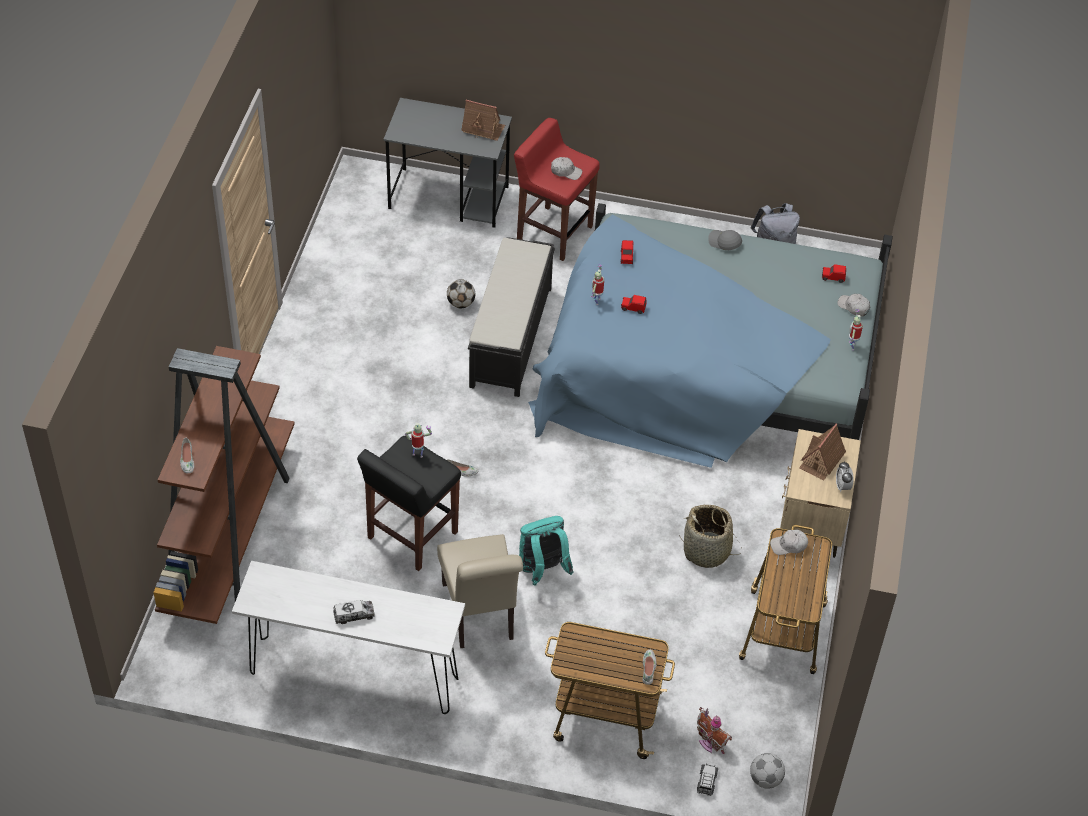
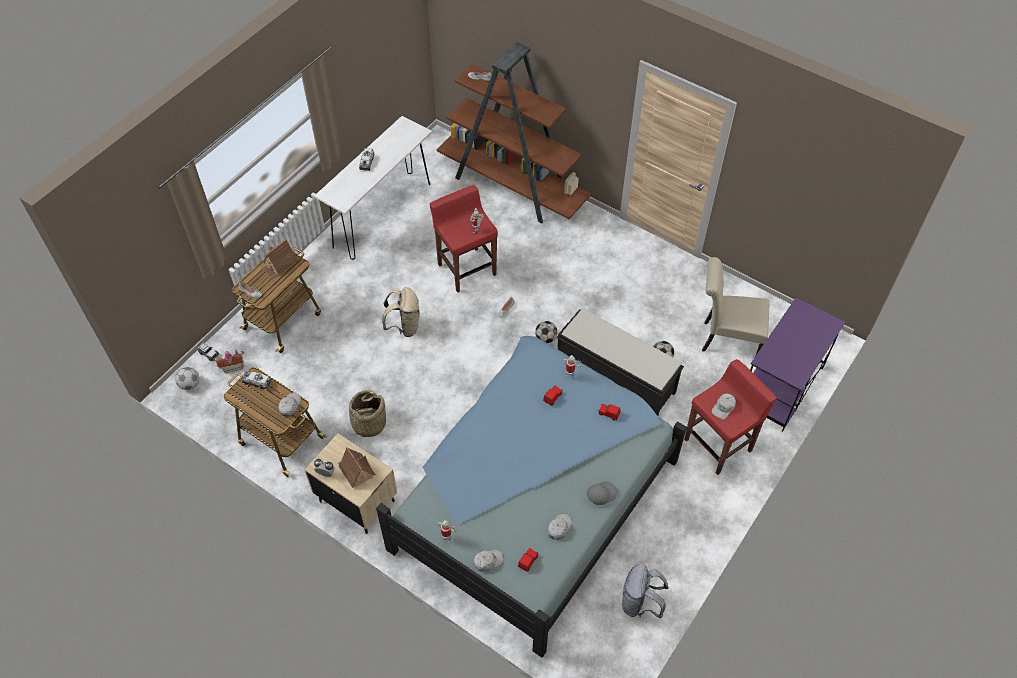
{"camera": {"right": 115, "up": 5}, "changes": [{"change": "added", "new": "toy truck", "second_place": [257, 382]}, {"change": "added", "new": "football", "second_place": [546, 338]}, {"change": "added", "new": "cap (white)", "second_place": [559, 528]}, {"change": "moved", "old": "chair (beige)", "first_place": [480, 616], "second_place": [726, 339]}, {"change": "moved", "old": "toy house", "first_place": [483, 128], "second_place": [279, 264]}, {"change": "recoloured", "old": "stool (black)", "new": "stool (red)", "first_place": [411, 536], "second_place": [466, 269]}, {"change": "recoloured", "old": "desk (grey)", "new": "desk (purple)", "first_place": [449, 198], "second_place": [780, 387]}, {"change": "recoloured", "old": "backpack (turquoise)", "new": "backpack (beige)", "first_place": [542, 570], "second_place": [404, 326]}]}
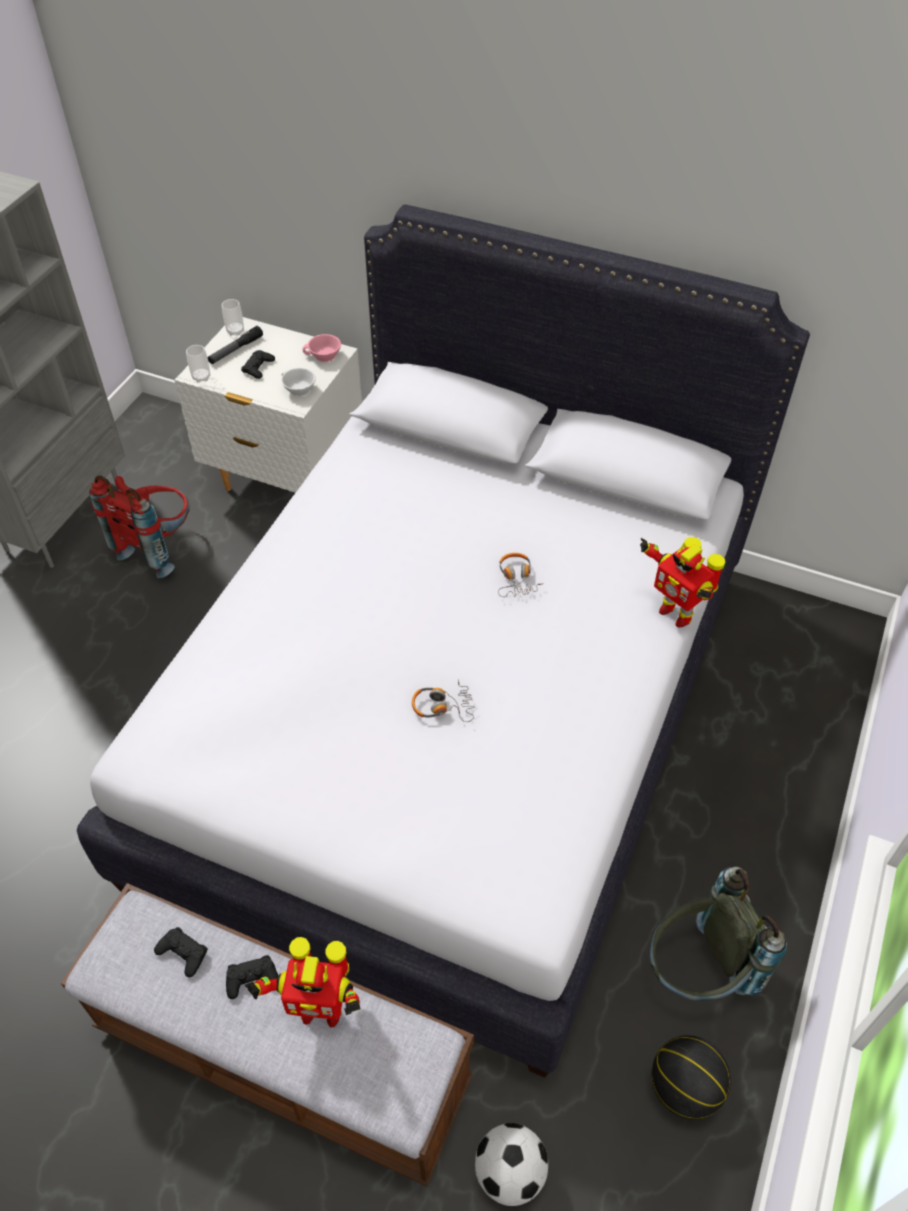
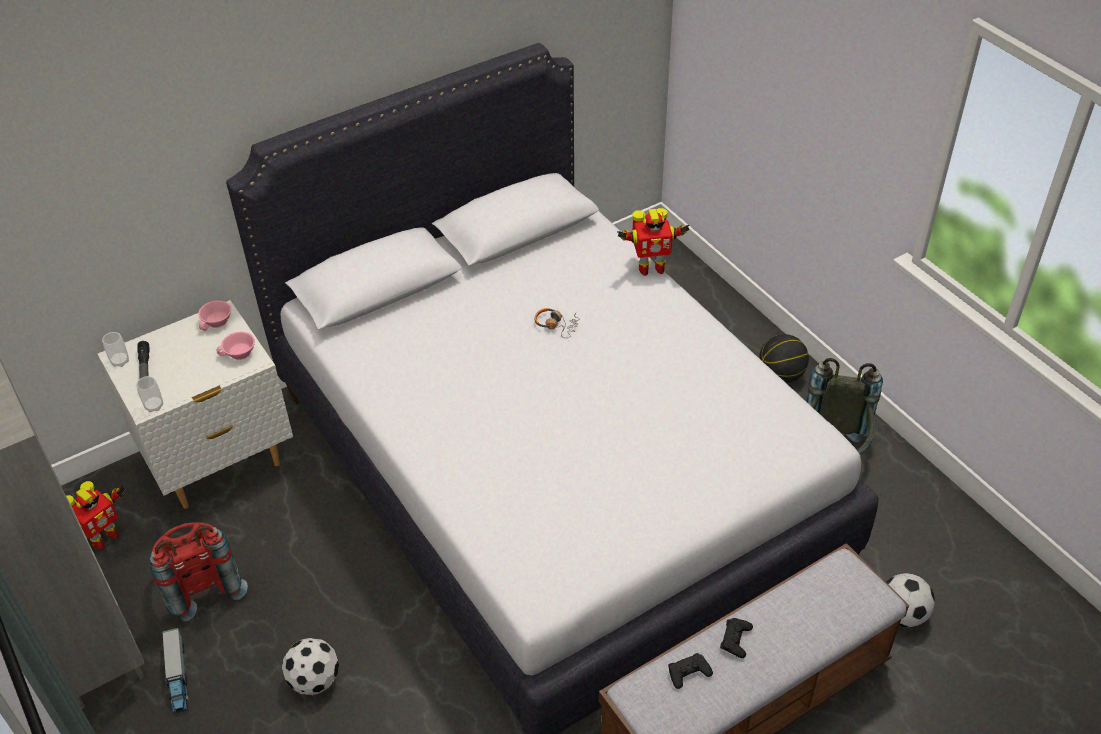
{"camera": {"right": -55, "up": -5}, "changes": [{"change": "removed", "old": "game controller (black)", "first_place": [258, 367]}, {"change": "removed", "old": "headphones", "first_place": [442, 706]}, {"change": "added", "new": "toy truck", "second_place": [178, 676]}, {"change": "added", "new": "football", "second_place": [314, 680]}, {"change": "moved", "old": "toy robot", "first_place": [320, 1009], "second_place": [103, 538]}, {"change": "moved", "old": "basketball", "first_place": [684, 1088], "second_place": [781, 375]}, {"change": "recoloured", "old": "cup (white)", "new": "cup (pink)", "first_place": [298, 390], "second_place": [239, 354]}]}
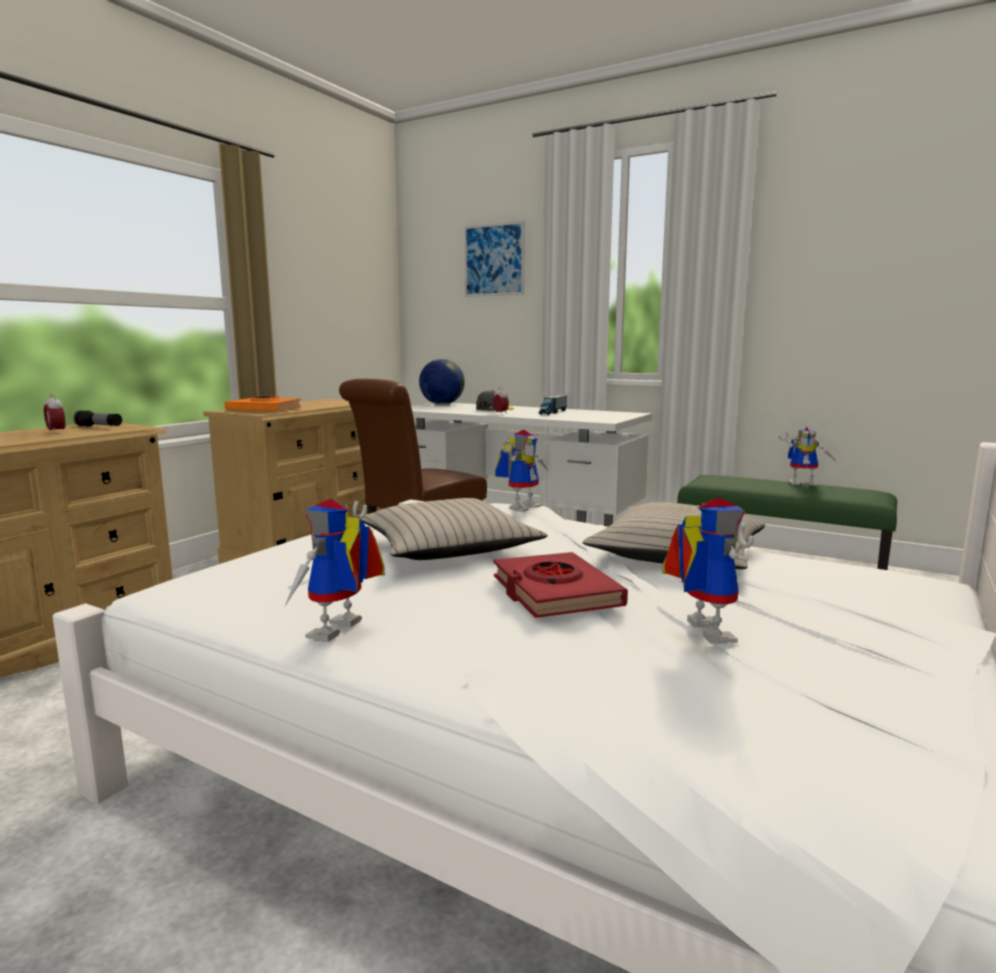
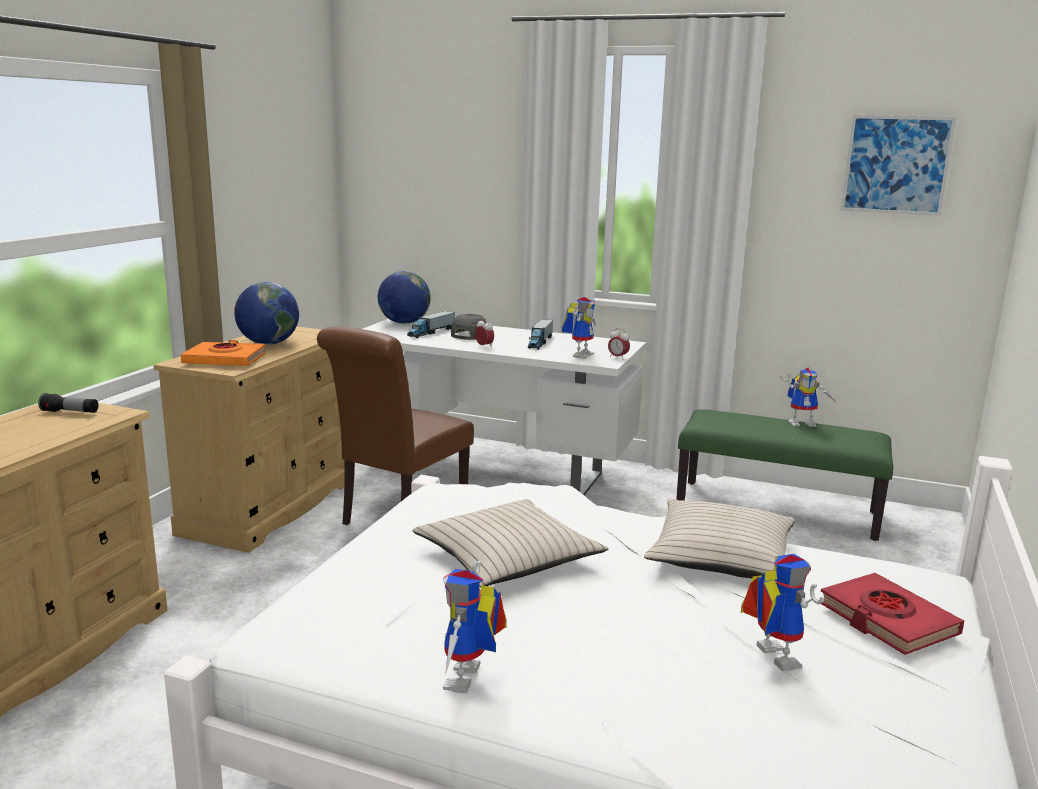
{"camera": {"right": -10, "up": 5}, "changes": [{"change": "added", "new": "globe", "second_place": [268, 343]}, {"change": "added", "new": "toy truck", "second_place": [431, 332]}, {"change": "moved", "old": "alarm clock", "first_place": [56, 432], "second_place": [618, 357]}, {"change": "moved", "old": "picture", "first_place": [494, 260], "second_place": [896, 165]}, {"change": "moved", "old": "book (red)", "first_place": [555, 593], "second_place": [887, 620]}, {"change": "moved", "old": "toy robot", "first_place": [522, 506], "second_place": [580, 354]}]}
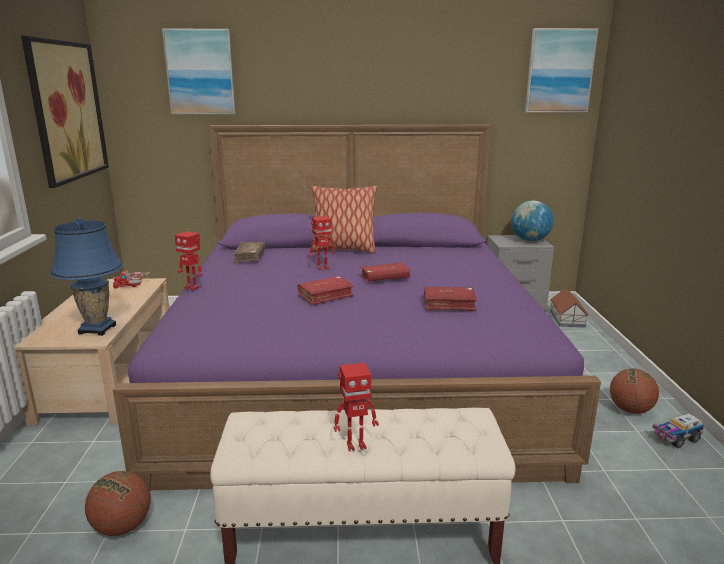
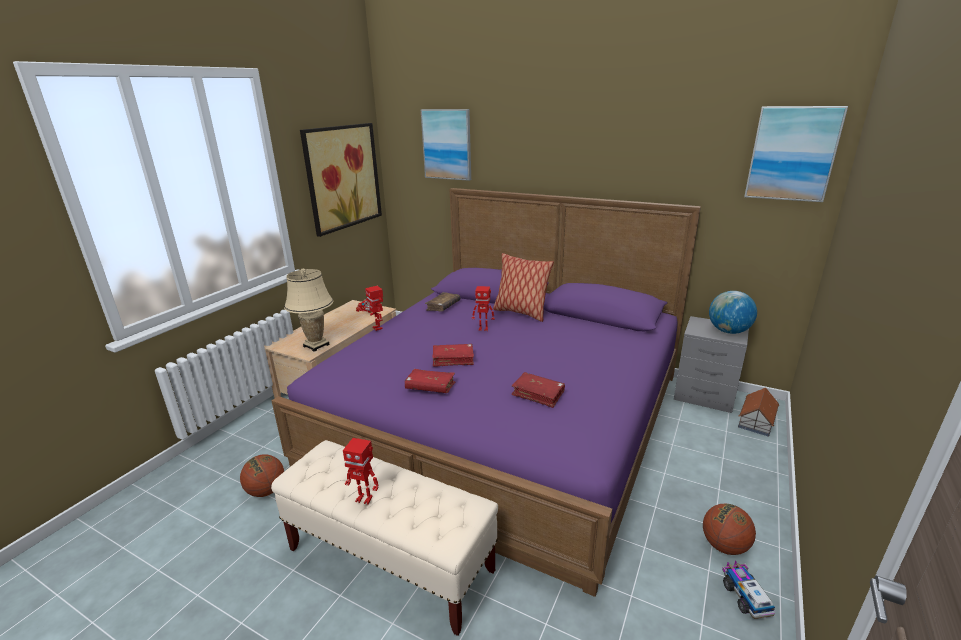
{"camera": {"right": 30, "up": 5}, "changes": [{"change": "moved", "old": "book (red)", "first_place": [384, 279], "second_place": [430, 387]}, {"change": "recoloured", "old": "table lamp (blue)", "new": "table lamp (beige)", "first_place": [97, 329], "second_place": [316, 345]}, {"change": "turned", "old": "toy truck", "first_place": [675, 438], "second_place": [744, 596], "degrees": 75}]}
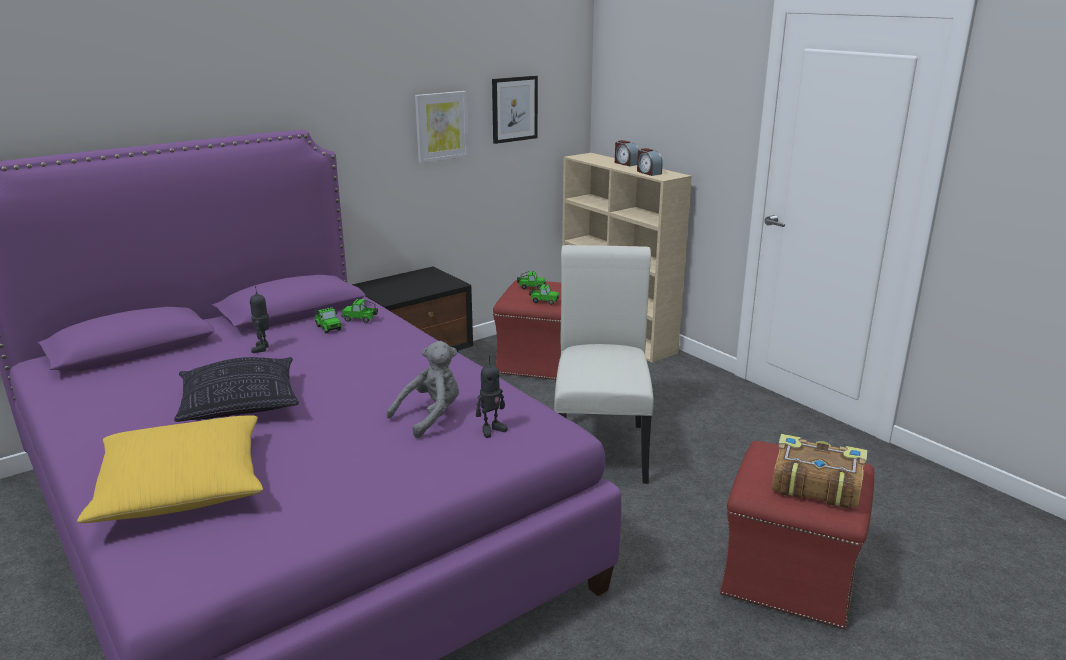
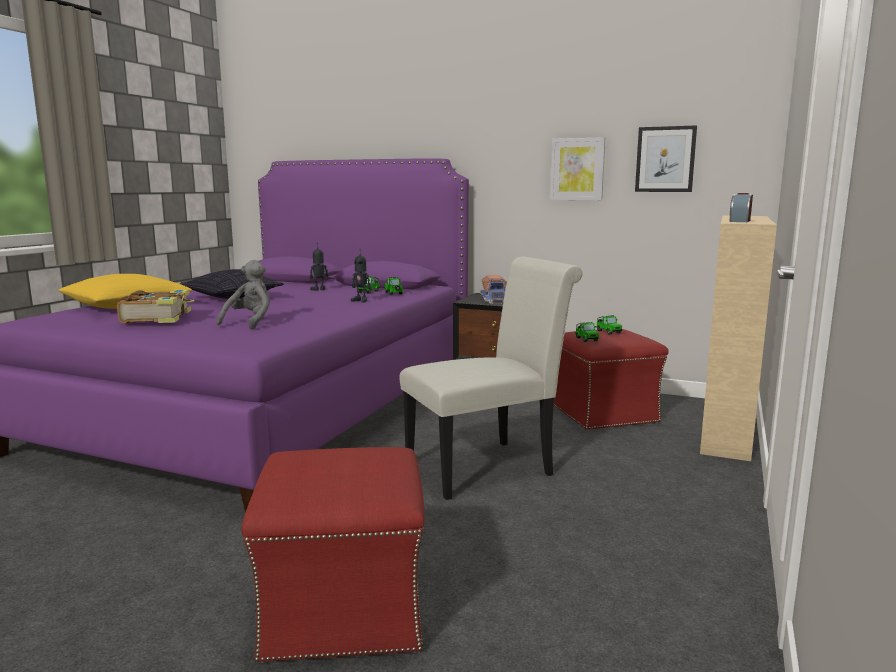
{"camera": {"right": 60, "up": -10}, "changes": [{"change": "removed", "old": "alarm clock", "first_place": [625, 163]}, {"change": "added", "new": "toy truck", "second_place": [495, 300]}, {"change": "moved", "old": "toy robot", "first_place": [491, 430], "second_place": [361, 300]}, {"change": "moved", "old": "book", "first_place": [815, 483], "second_place": [158, 317]}, {"change": "turned", "old": "plush toy (grey)", "first_place": [430, 417], "second_place": [250, 322], "degrees": -90}]}
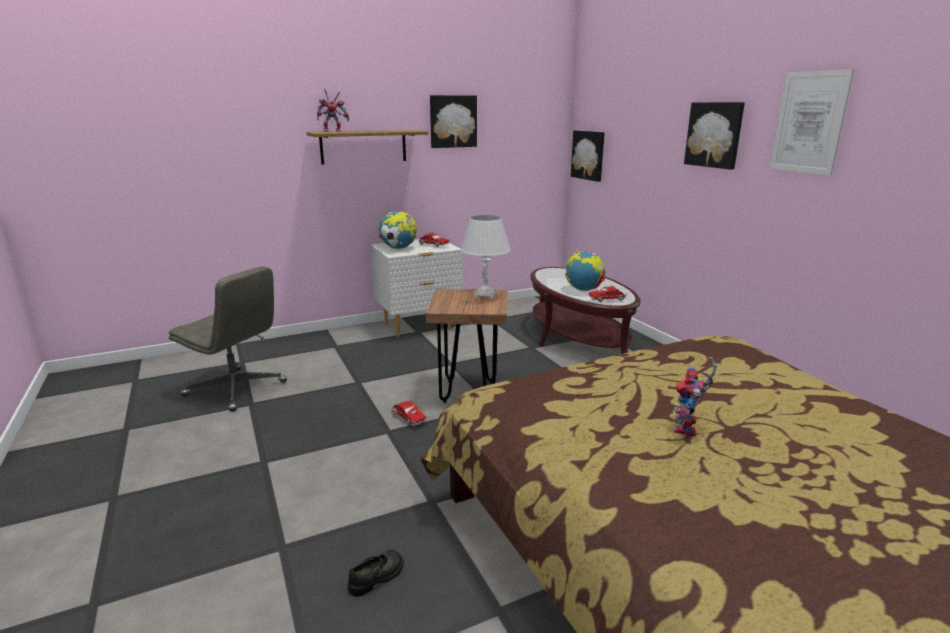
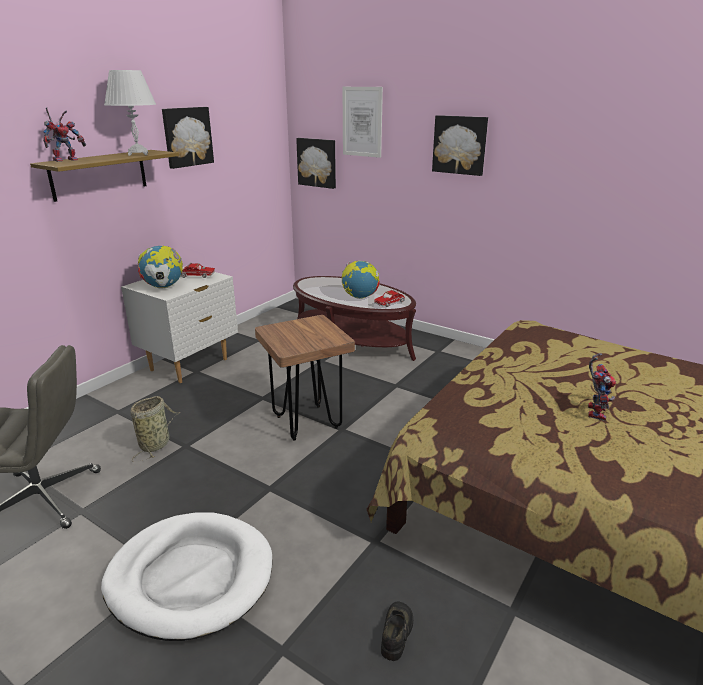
{"camera": {"right": -30, "up": 5}, "changes": [{"change": "removed", "old": "toy truck", "first_place": [407, 418]}, {"change": "added", "new": "dog bed (white)", "second_place": [191, 577]}, {"change": "added", "new": "basket", "second_place": [156, 444]}, {"change": "moved", "old": "table lamp (white)", "first_place": [485, 295], "second_place": [138, 154]}, {"change": "moved", "old": "picture", "first_place": [809, 122], "second_place": [362, 122]}, {"change": "turned", "old": "toy robot", "first_place": [688, 428], "second_place": [594, 410], "degrees": -150}]}
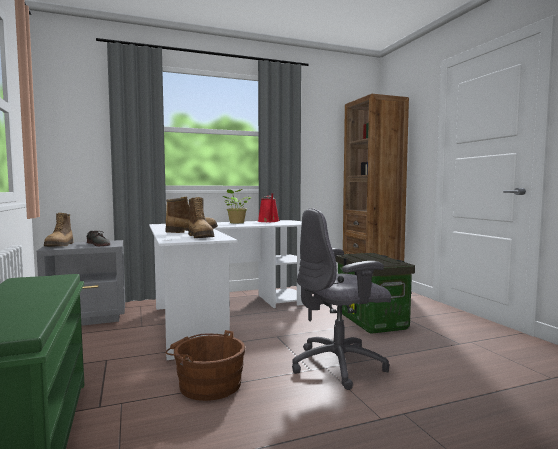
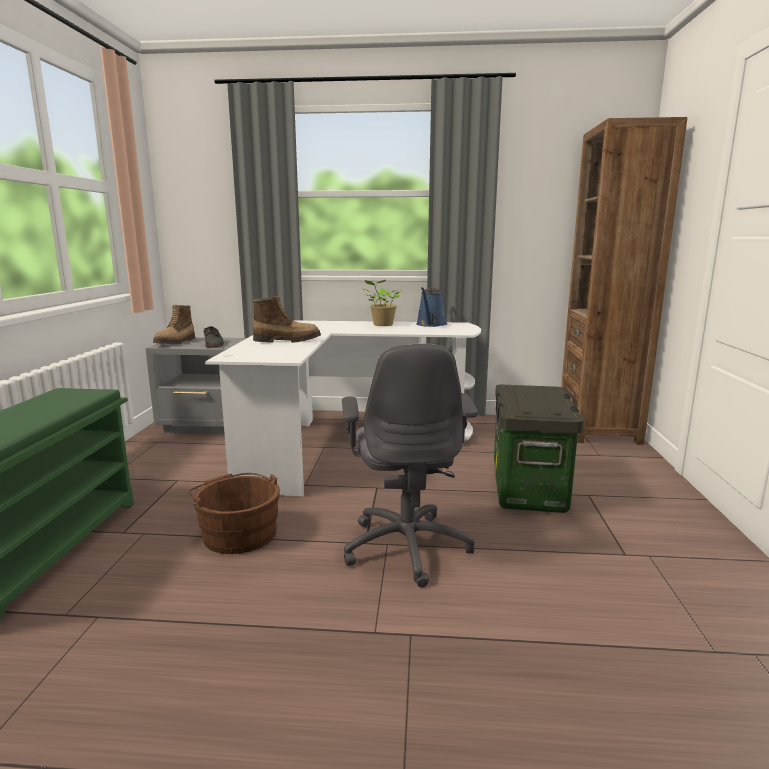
{"camera": {"right": 25, "up": 10}, "changes": [{"change": "removed", "old": "boot", "first_place": [201, 237]}, {"change": "recoloured", "old": "watering can (red)", "new": "watering can (blue)", "first_place": [269, 221], "second_place": [431, 324]}, {"change": "turned", "old": "office chair (grey)", "first_place": [339, 365], "second_place": [407, 546], "degrees": -105}]}
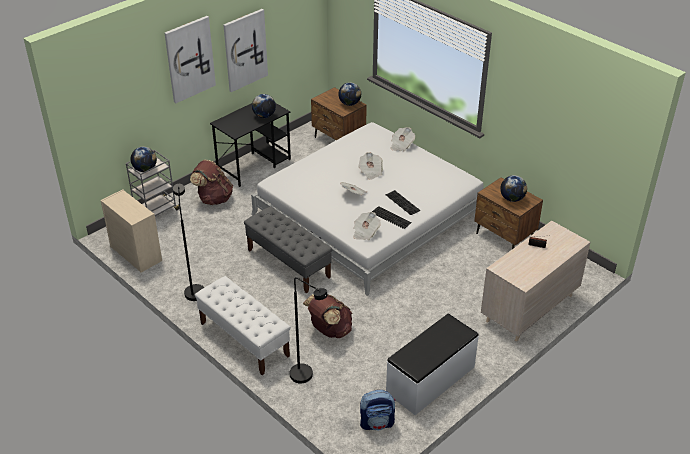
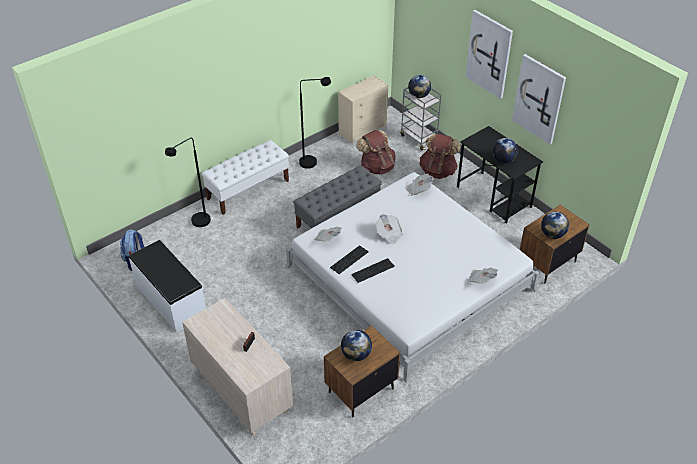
{"camera": {"right": 95, "up": 5}, "changes": [{"change": "moved", "old": "backpack (brown)", "first_place": [329, 330], "second_place": [376, 167]}, {"change": "moved", "old": "newspaper", "first_place": [370, 172], "second_place": [418, 190]}]}
